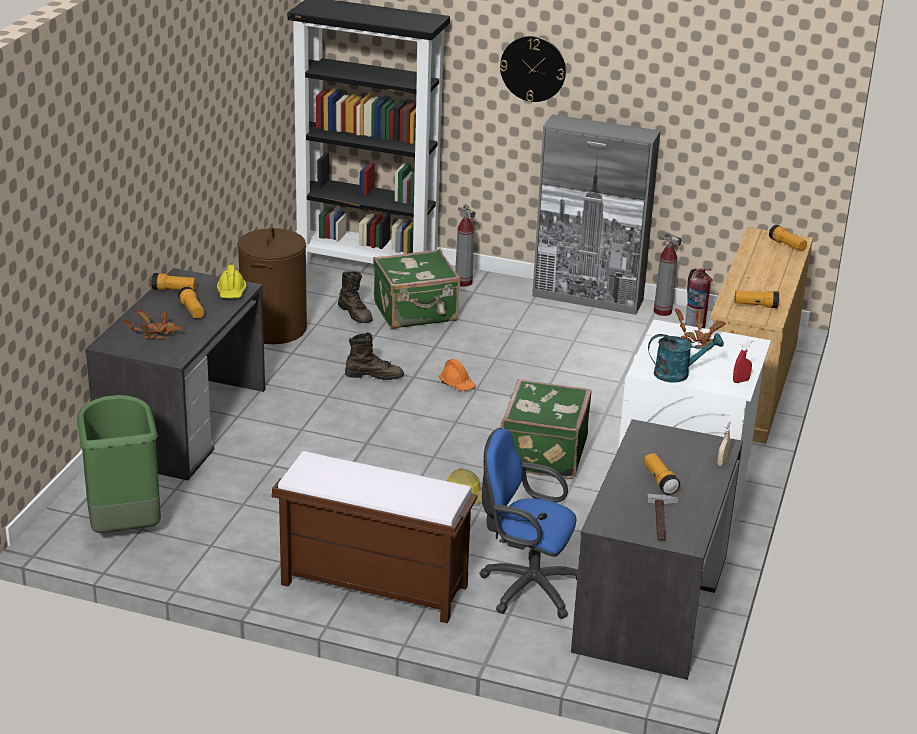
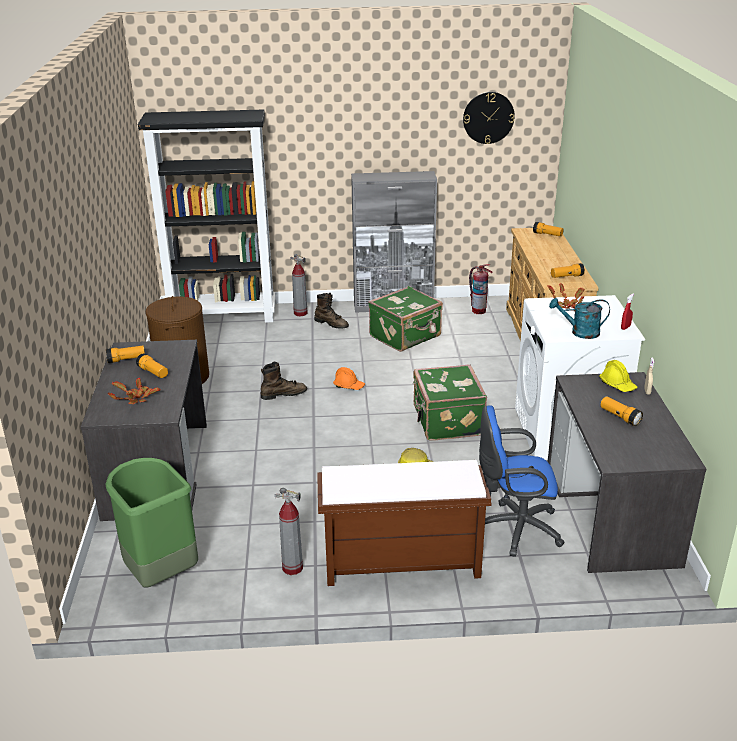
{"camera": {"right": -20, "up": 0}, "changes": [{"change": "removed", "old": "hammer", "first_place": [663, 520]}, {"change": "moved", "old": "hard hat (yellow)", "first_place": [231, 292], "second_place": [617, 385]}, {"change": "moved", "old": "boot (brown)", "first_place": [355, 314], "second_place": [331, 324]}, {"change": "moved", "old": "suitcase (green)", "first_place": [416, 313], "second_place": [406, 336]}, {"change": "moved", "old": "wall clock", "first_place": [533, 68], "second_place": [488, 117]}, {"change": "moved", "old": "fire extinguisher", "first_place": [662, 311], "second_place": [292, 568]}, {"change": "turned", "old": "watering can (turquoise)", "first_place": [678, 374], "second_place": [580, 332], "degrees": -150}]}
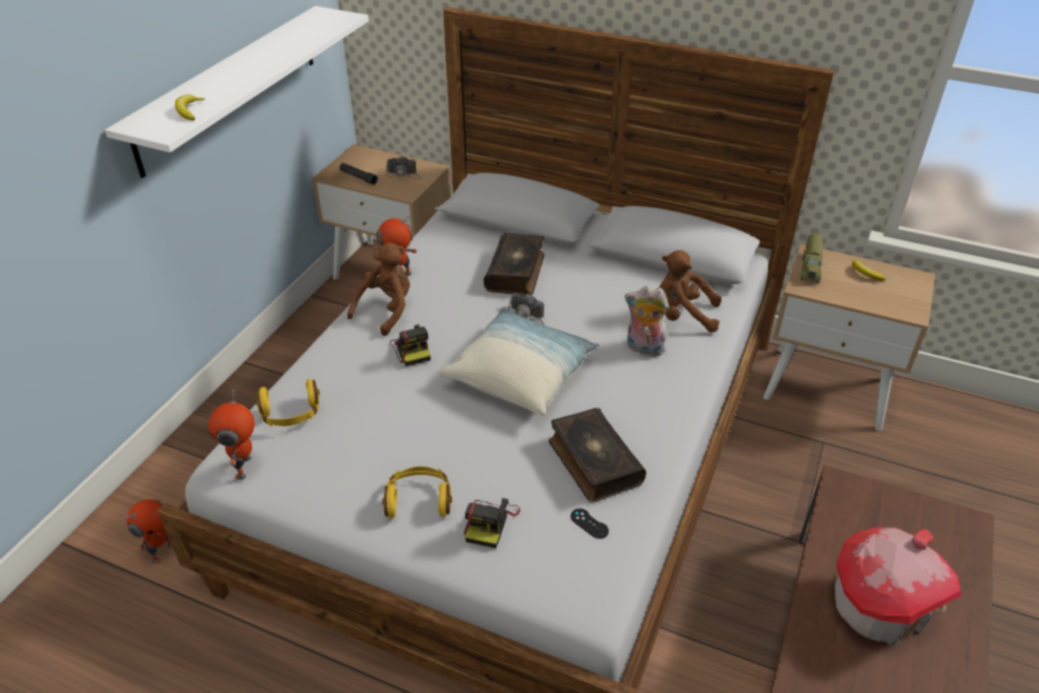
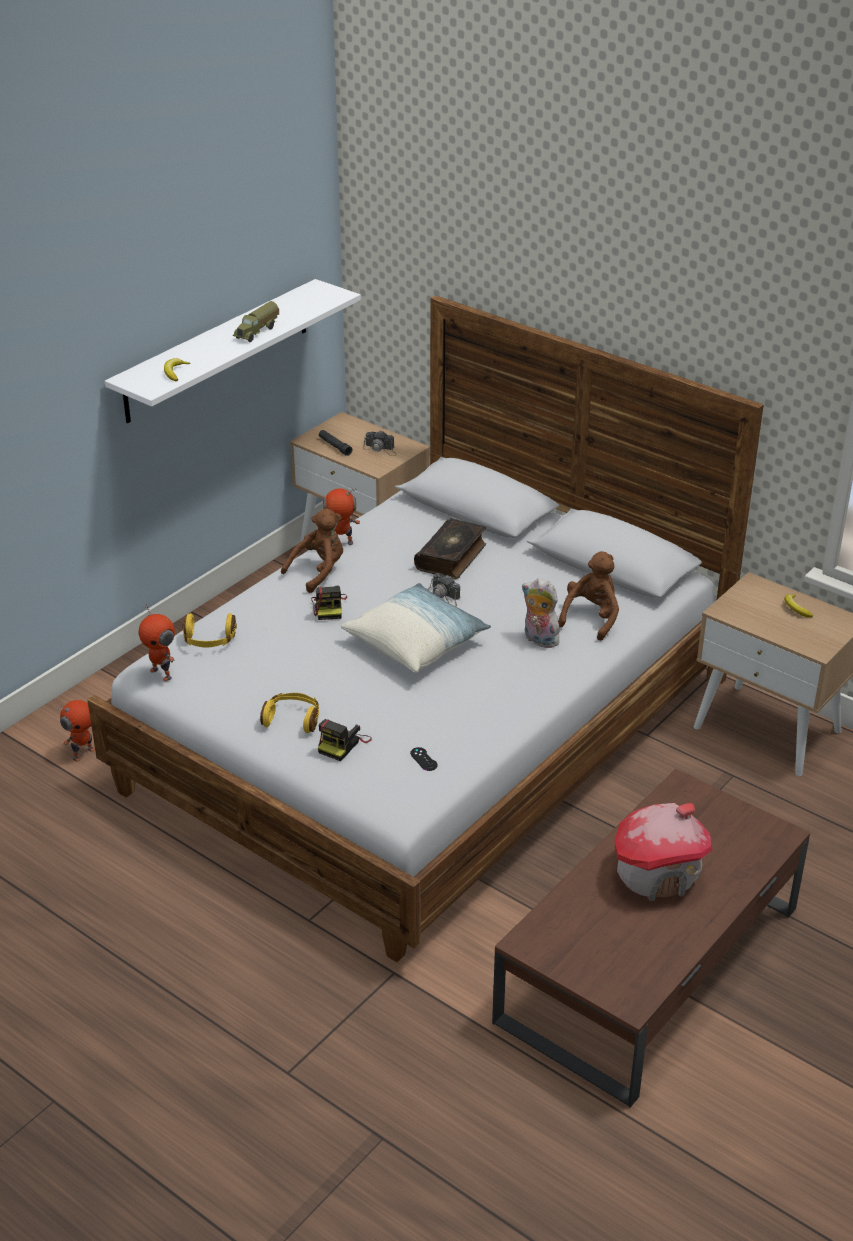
{"camera": {"right": 15, "up": -5}, "changes": [{"change": "removed", "old": "book", "first_place": [593, 462]}, {"change": "moved", "old": "toy truck", "first_place": [811, 268], "second_place": [257, 332]}, {"change": "turned", "old": "toy robot", "first_place": [245, 467], "second_place": [162, 673], "degrees": -60}, {"change": "turned", "old": "plush toy (brown)", "first_place": [682, 315], "second_place": [591, 618], "degrees": 90}]}
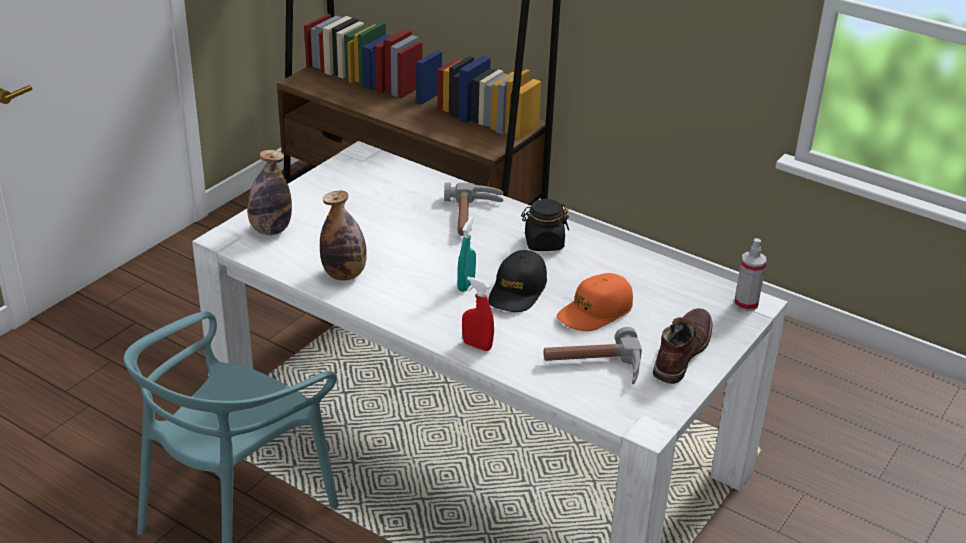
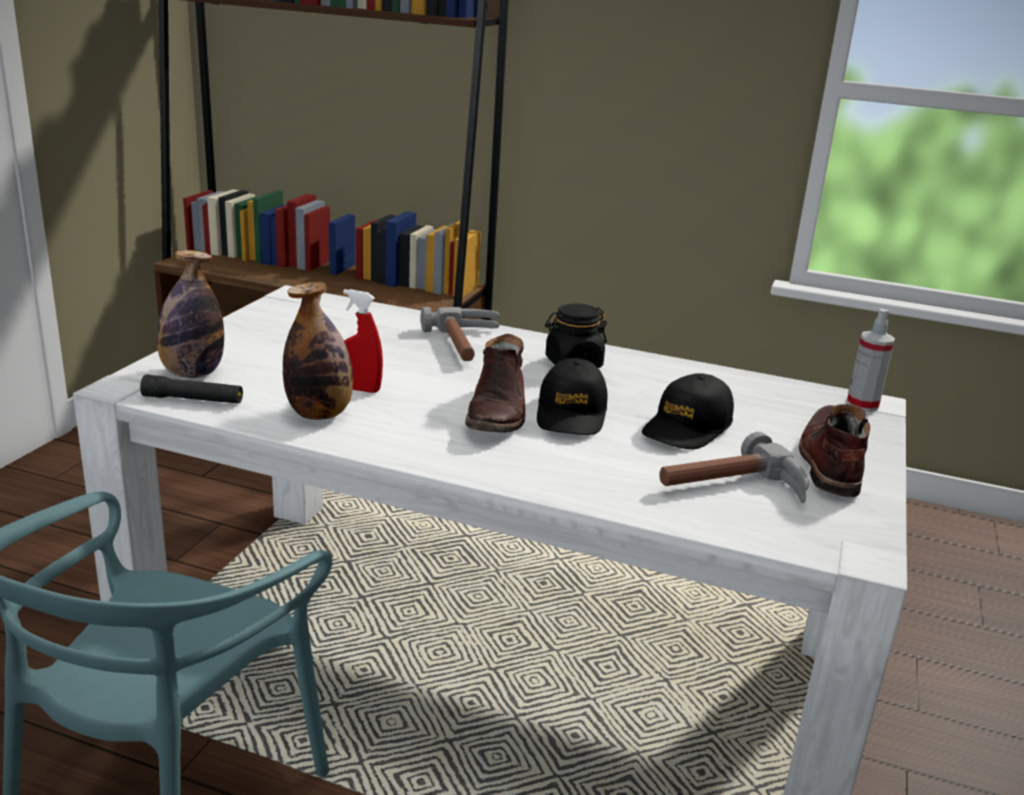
{"camera": {"right": -15, "up": -10}, "changes": [{"change": "added", "new": "flashlight (black)", "second_place": [193, 400]}, {"change": "moved", "old": "spray bottle (red)", "first_place": [477, 345], "second_place": [360, 389]}, {"change": "replaced", "old": "spray bottle (turquoise)", "new": "boot (brown)", "first_place": [466, 285], "second_place": [498, 412]}, {"change": "recoloured", "old": "cap (orange)", "new": "cap (black)", "first_place": [595, 312], "second_place": [687, 428]}]}
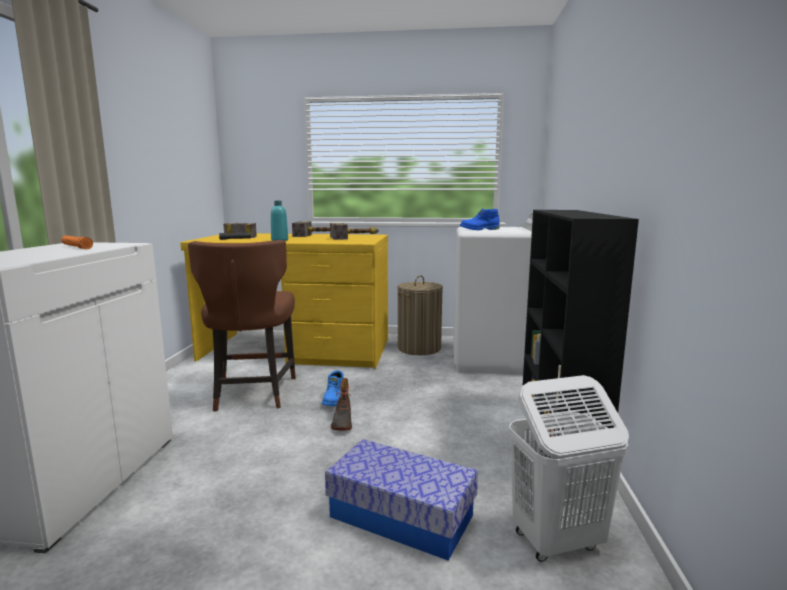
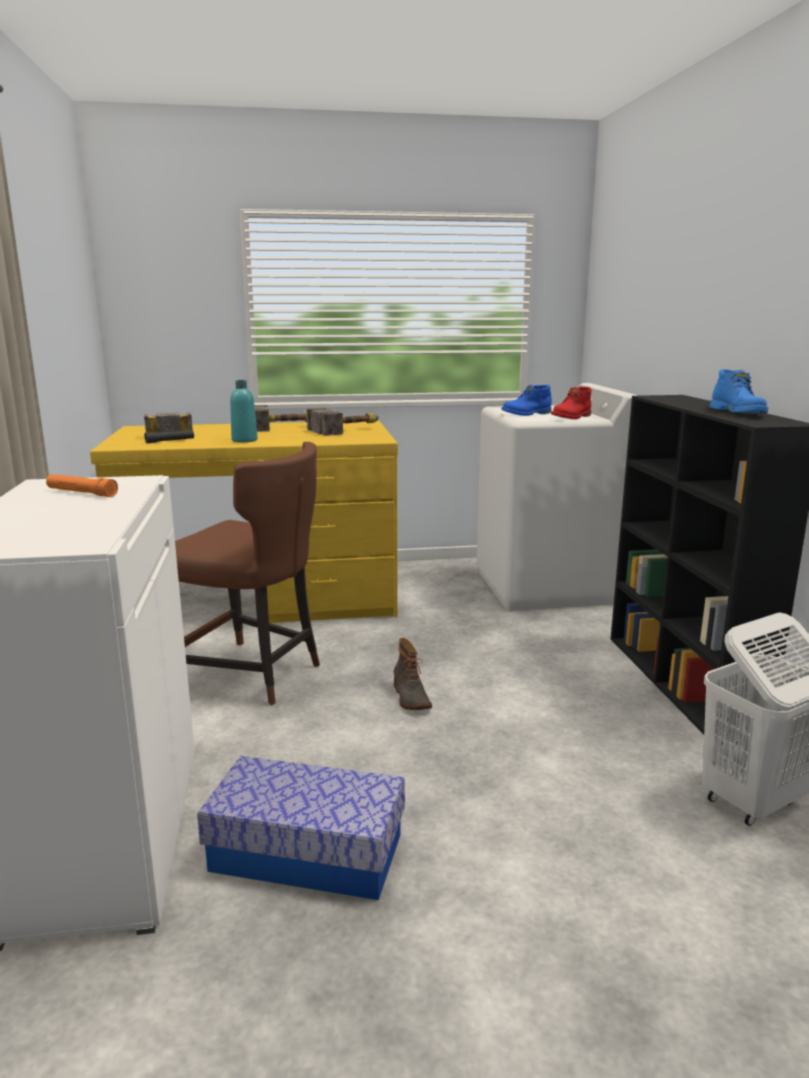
{"camera": {"right": -15, "up": 5}, "changes": [{"change": "removed", "old": "laundry basket", "first_place": [419, 348]}, {"change": "added", "new": "boot (red)", "second_place": [572, 417]}, {"change": "moved", "old": "boot (blue)", "first_place": [334, 399], "second_place": [738, 412]}, {"change": "moved", "old": "storage box", "first_place": [401, 516], "second_place": [307, 852]}, {"change": "turned", "old": "chair (brown)", "first_place": [252, 394], "second_place": [253, 674], "degrees": -45}]}
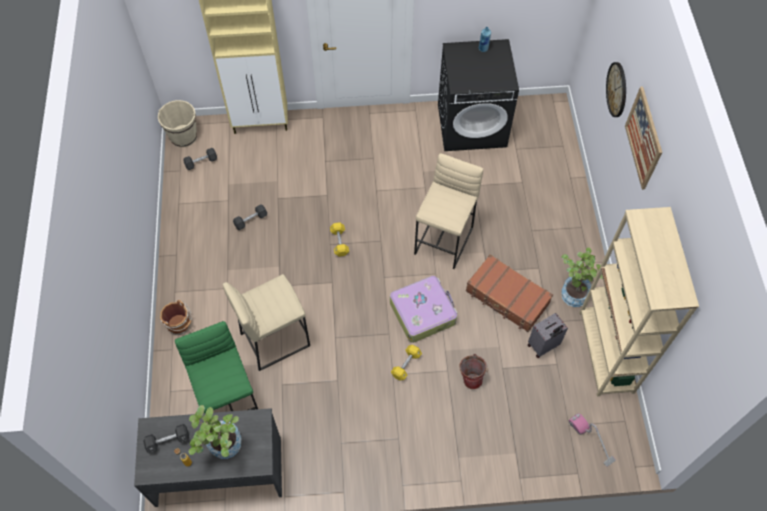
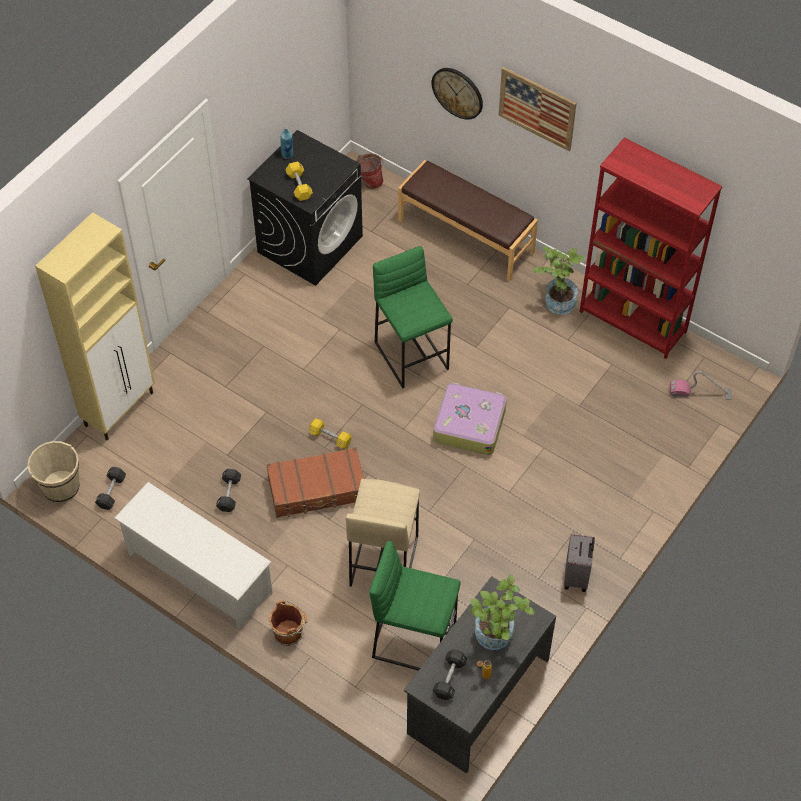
{"camera": {"right": -50, "up": -5}, "changes": [{"change": "added", "new": "shoe rack (white)", "second_place": [198, 573]}, {"change": "added", "new": "bench (brown)", "second_place": [466, 236]}, {"change": "moved", "old": "dumbbell (yellow)", "first_place": [406, 365], "second_place": [299, 186]}, {"change": "moved", "old": "bucket", "first_place": [471, 377], "second_place": [369, 181]}, {"change": "moved", "old": "suitcase (brown)", "first_place": [507, 298], "second_place": [317, 489]}, {"change": "moved", "old": "suitcase (grey)", "first_place": [543, 346], "second_place": [577, 576]}, {"change": "recoloured", "old": "stool (beige)", "new": "stool (green)", "first_place": [444, 241], "second_place": [412, 355]}, {"change": "recoloured", "old": "bookcase (beige)", "new": "bookcase (red)", "first_place": [606, 352], "second_place": [633, 322]}]}
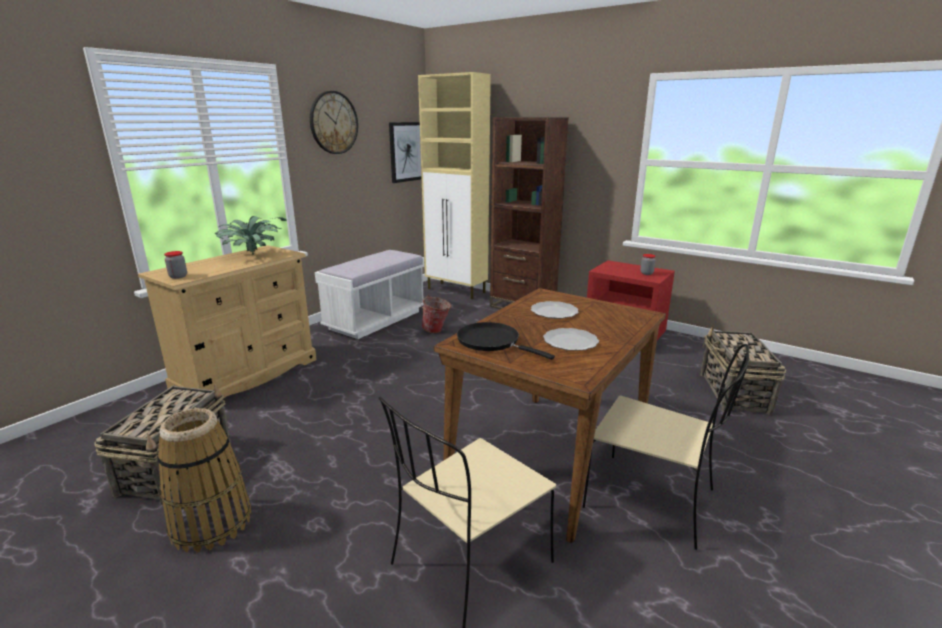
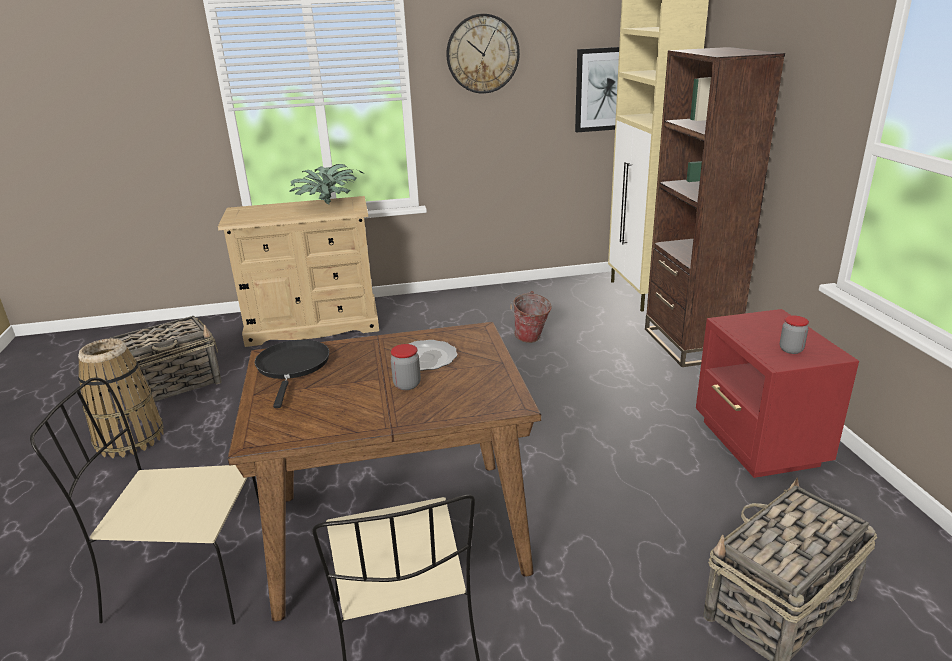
{"camera": {"right": 45, "up": 5}, "changes": [{"change": "removed", "old": "bench (white)", "first_place": [375, 320]}, {"change": "removed", "old": "plate", "first_place": [570, 342]}, {"change": "moved", "old": "jar", "first_place": [178, 276], "second_place": [407, 385]}]}
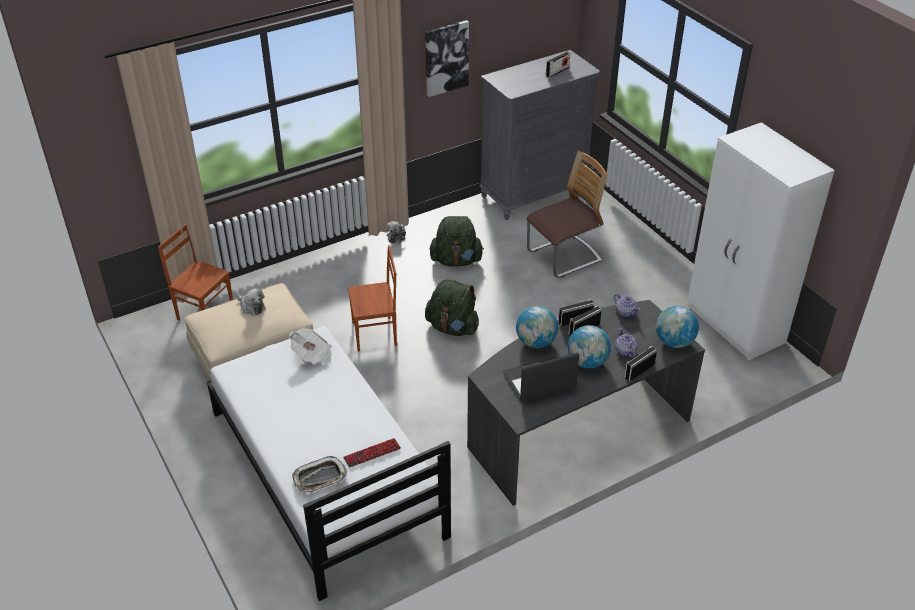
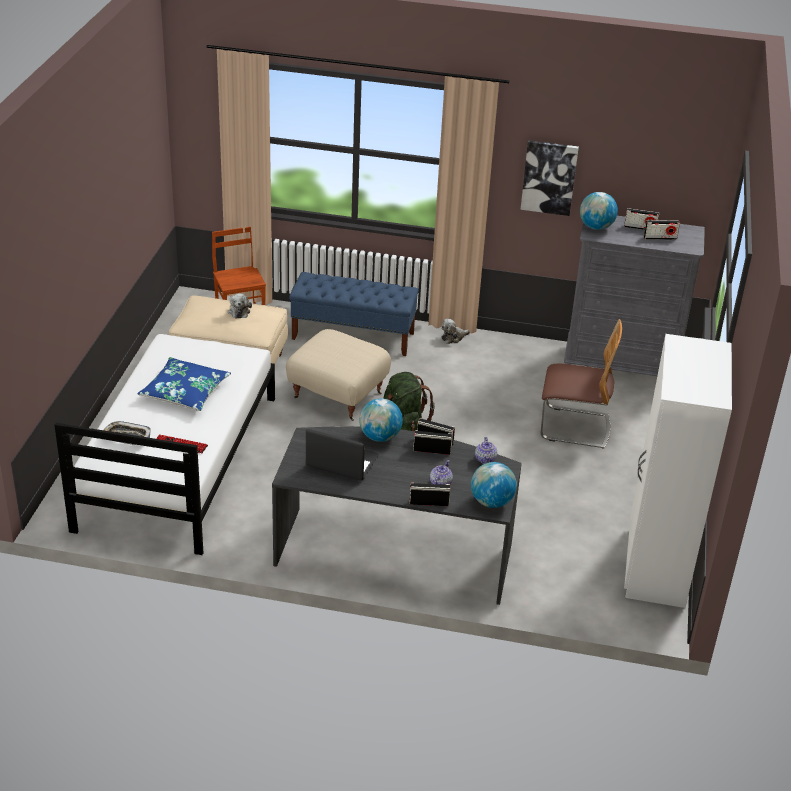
{"camera": {"right": 40, "up": -5}, "changes": [{"change": "removed", "old": "newspaper", "first_place": [312, 356]}, {"change": "removed", "old": "backpack (green)", "first_place": [456, 261]}, {"change": "added", "new": "pillow (blue)", "second_place": [185, 392]}, {"change": "added", "new": "bench (blue)", "second_place": [353, 336]}, {"change": "added", "new": "radio", "second_place": [640, 228]}, {"change": "moved", "old": "globe", "first_place": [587, 362], "second_place": [596, 227]}, {"change": "replaced", "old": "chair (brown)", "new": "ottoman (beige)", "first_place": [375, 334], "second_place": [338, 395]}]}
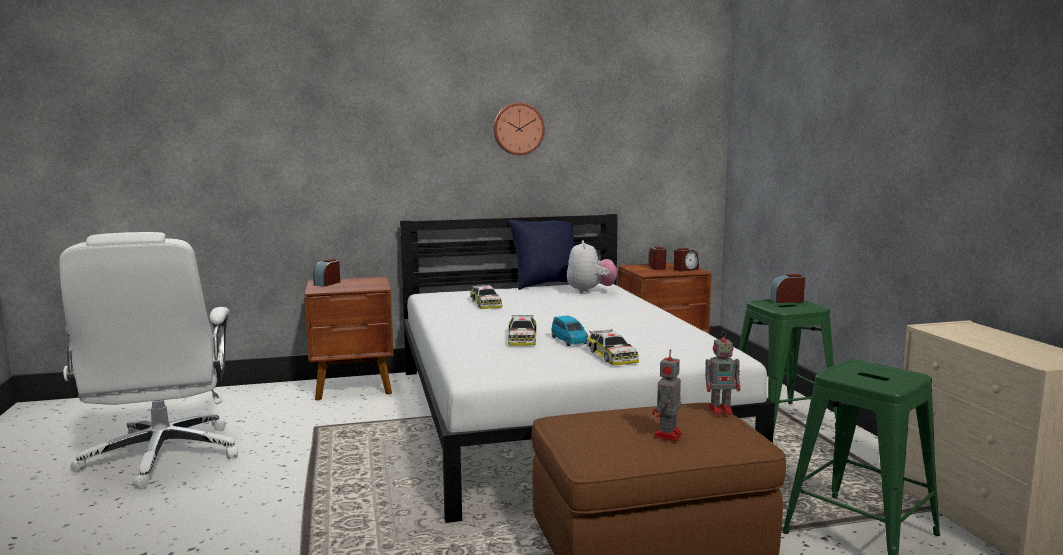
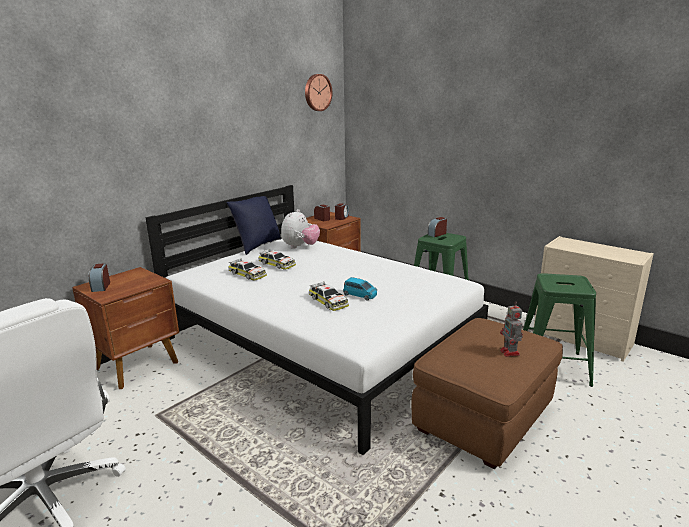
{"camera": {"right": -35, "up": 10}, "changes": [{"change": "removed", "old": "toy robot", "first_place": [721, 410]}, {"change": "moved", "old": "wall clock", "first_place": [518, 129], "second_place": [317, 92]}, {"change": "moved", "old": "toy car", "first_place": [612, 356], "second_place": [277, 264]}, {"change": "turned", "old": "plush toy", "first_place": [590, 291], "second_place": [300, 247], "degrees": 60}]}
